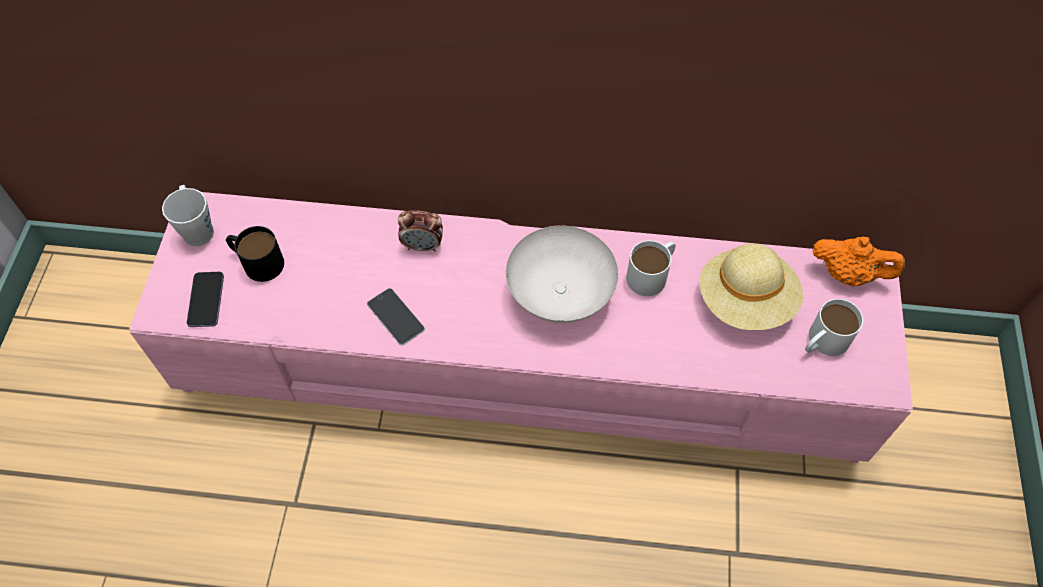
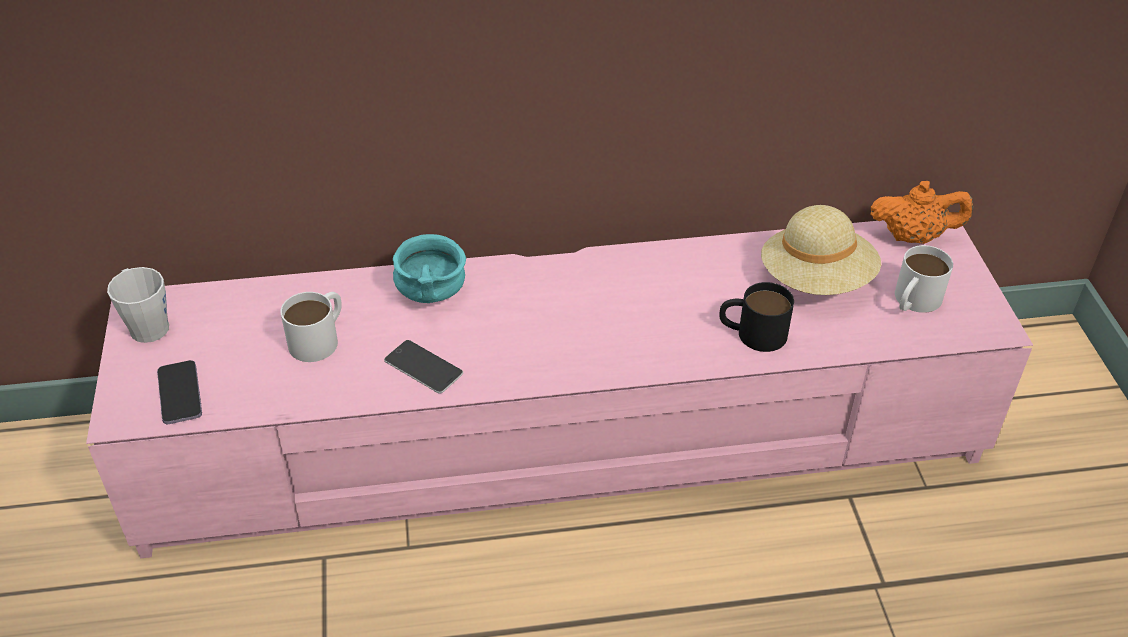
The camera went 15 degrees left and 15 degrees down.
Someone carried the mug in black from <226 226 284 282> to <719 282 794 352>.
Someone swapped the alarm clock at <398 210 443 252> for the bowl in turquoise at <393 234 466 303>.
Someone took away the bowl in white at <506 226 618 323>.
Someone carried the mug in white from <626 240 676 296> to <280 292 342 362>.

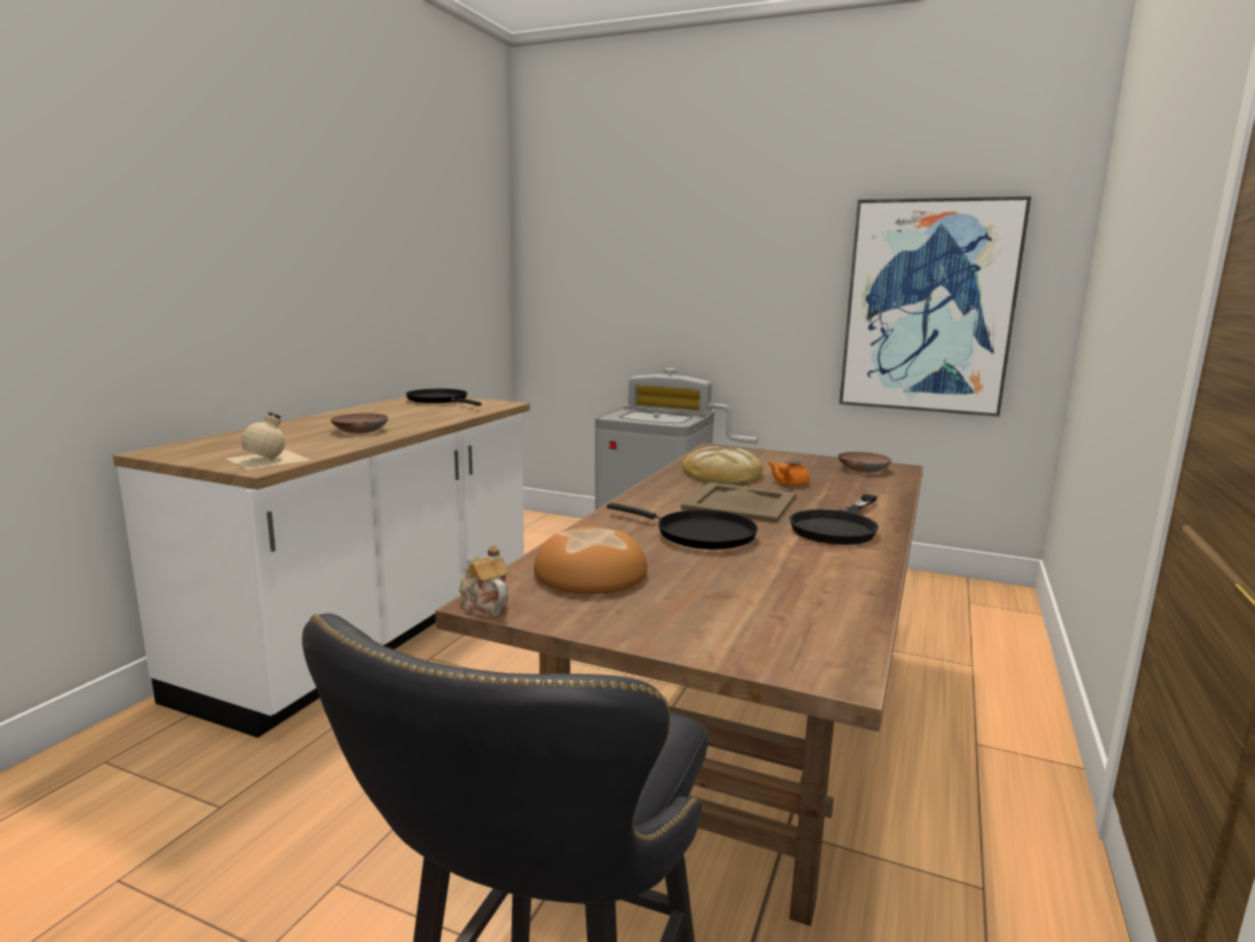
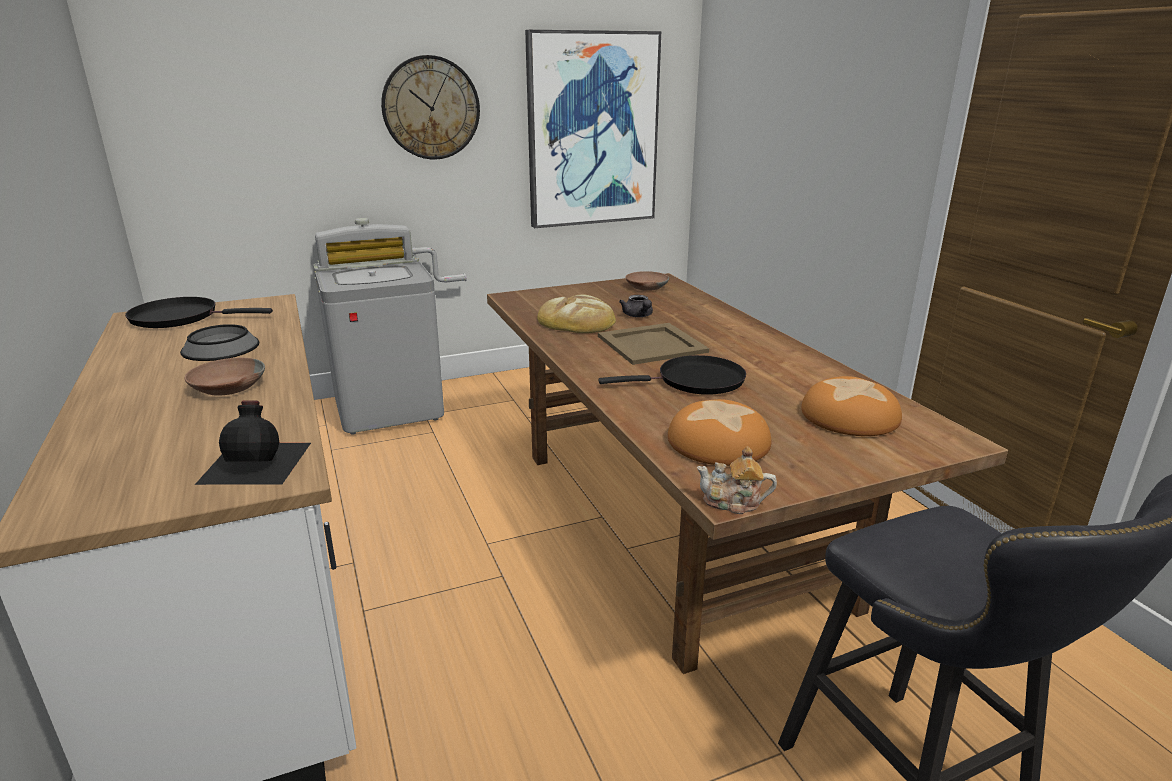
The camera went 45 degrees left and 10 degrees up.
Someone repainted the bottle in beige at <226 412 310 470>, which became the bottle in black at <195 400 311 485>.
Someone repainted the teapot in orange at <768 461 809 486>, which became the teapot in grey at <619 295 653 317>.
Someone took away the frying pan in black at <789 494 879 545>.
Someone put down the bowl at <180 324 259 361>.
Someone put up the wall clock at <381 55 480 159>.
Someone put down the bread at <801 376 902 436>.

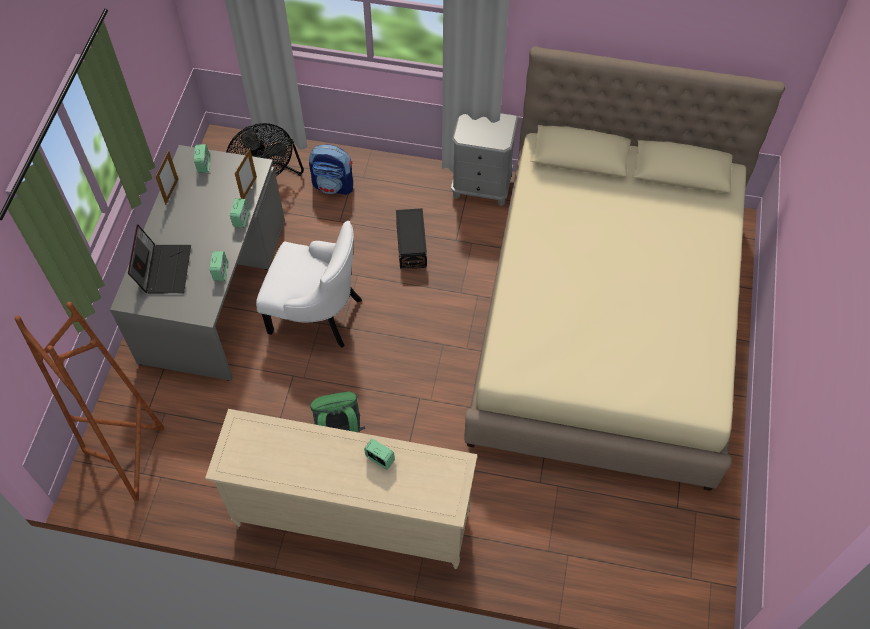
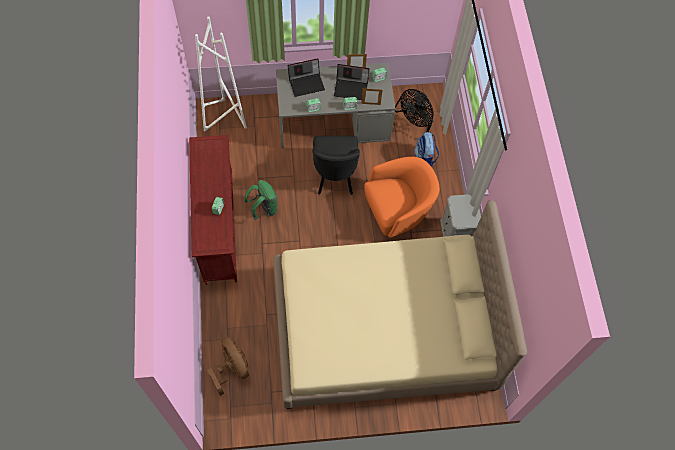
The camera went 70 degrees right and 5 degrees up.
Someone repainted the clothes rack in brown at <15 302 165 502>, which became the clothes rack in white at <195 16 247 131>.
Someone repainted the dresser in beige at <205 409 477 569>, which became the dresser in red at <189 135 237 285>.
Someone repainted the chair in white at <256 221 362 348>, which became the chair in black at <313 135 360 195>.
Someone swapped the storage box in black at <396 208 427 270> for the armchair in orange at <364 157 439 238>.
Someone put down the fan in brown at <207 337 249 396>.
Someone put down the laptop at <334 64 369 100>.

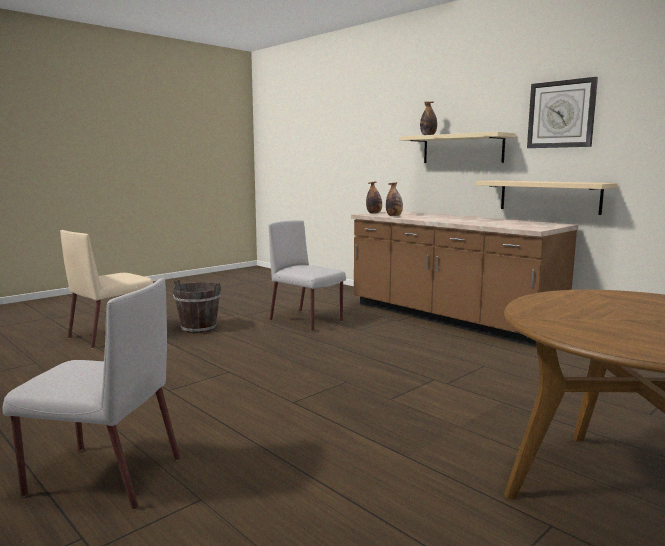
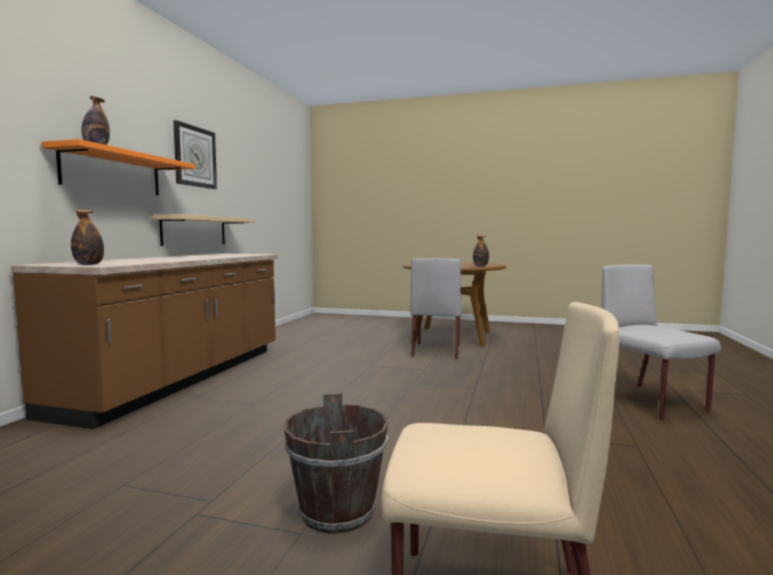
The camera went 120 degrees left and 5 degrees down.
Someone carried the chair in grey from <269 220 346 331> to <410 258 463 359>.
Someone carried the bottle from <386 182 403 216> to <473 235 489 266>.
Someone repainted the shelf in beige at <399 132 516 163>, which became the shelf in orange at <41 139 195 196>.

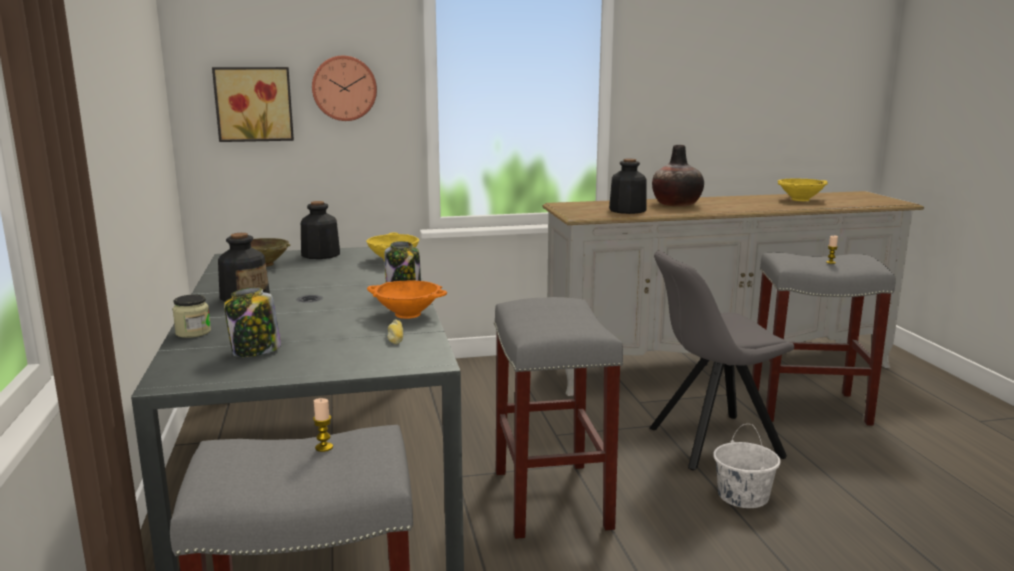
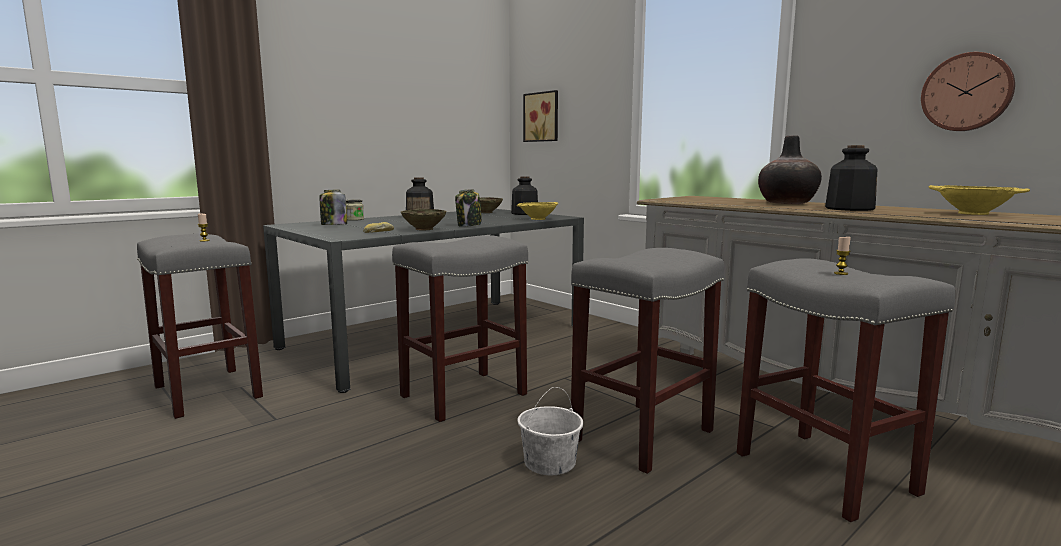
The camera went 60 degrees right and 5 degrees down.
Someone carried the wall clock from <312 56 377 121> to <921 52 1015 131>.
Someone repainted the bowl in orange at <367 280 447 319>, which became the bowl in beige at <401 209 447 230>.
Someone carried the bottle from <609 159 647 214> to <825 145 878 211>.
Someone swapped the chair in grey at <649 251 794 470> for the stool in grey at <571 248 724 474>.

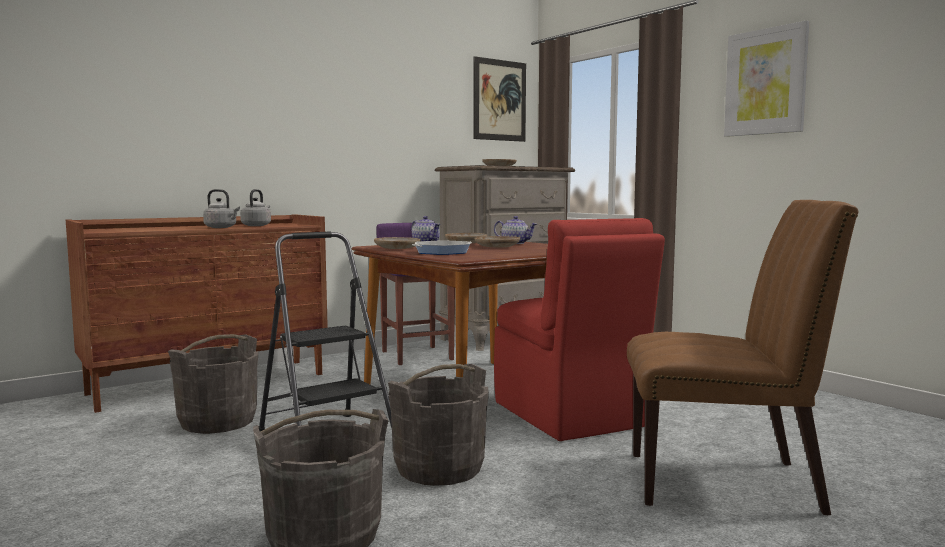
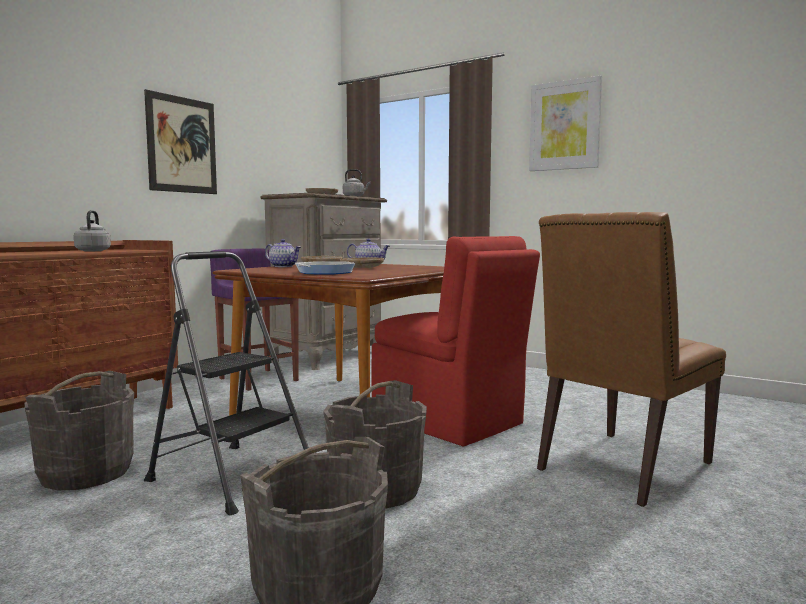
The camera went 20 degrees left and 0 degrees up.
Someone carried the kettle in grey from <203 189 240 228> to <343 169 371 196>.
Someone took away the plate in beige at <374 237 420 249>.
Someone carried the picture from <474 56 526 142> to <144 89 217 194>.
Someone rotated the chair in brown at <627 200 858 515> by 150 degrees clockwise.

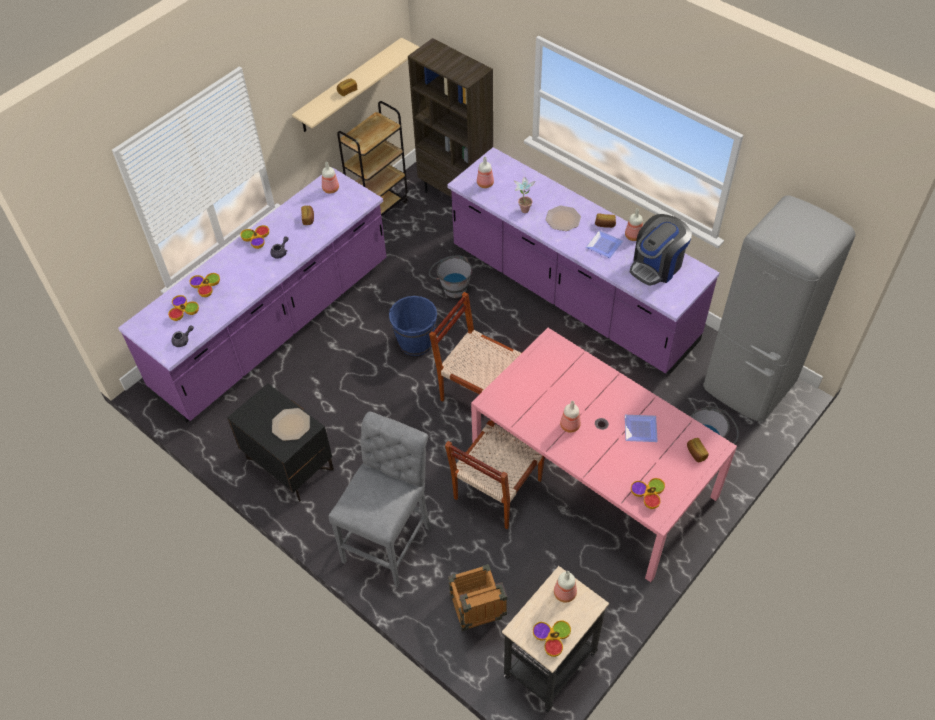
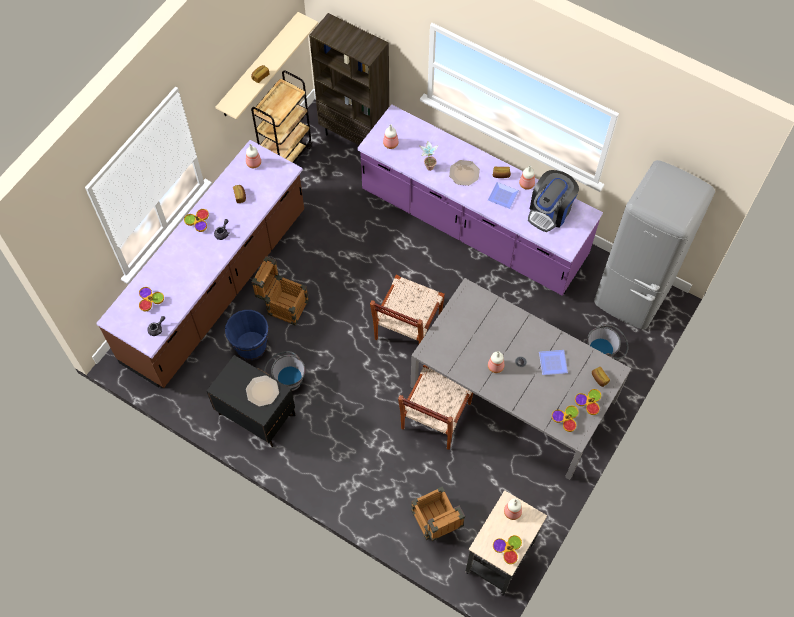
The camera went 10 degrees left and 10 degrees up.
Someone repainted the counter in purple at <118 167 386 423>, which became the counter in brown at <96 140 304 388>.
Someone carried the bowl from <189 273 220 297> to <575 389 601 415>.
Someone took away the stool in grey at <328 412 431 588>.
Someone carried the bucket in blue from <389 296 437 356> to <225 310 268 360>.
Someone carried the bucket in grey from <429 256 473 298> to <264 351 306 391>.
Someone rotated the chair at <429 292 521 424> by 90 degrees counterclockwise.
Someone repainted the dining table in pink at <471 328 737 582>, which became the dining table in grey at <410 278 631 480>.
Someone put down the crate at <252 256 309 326>.

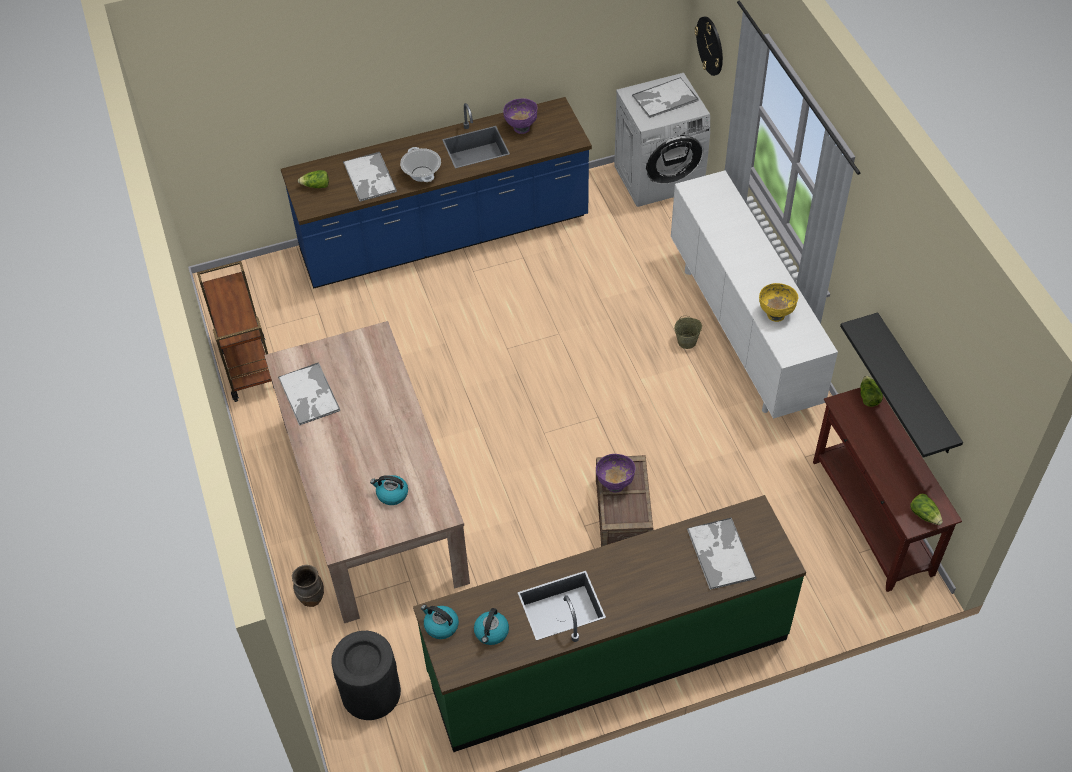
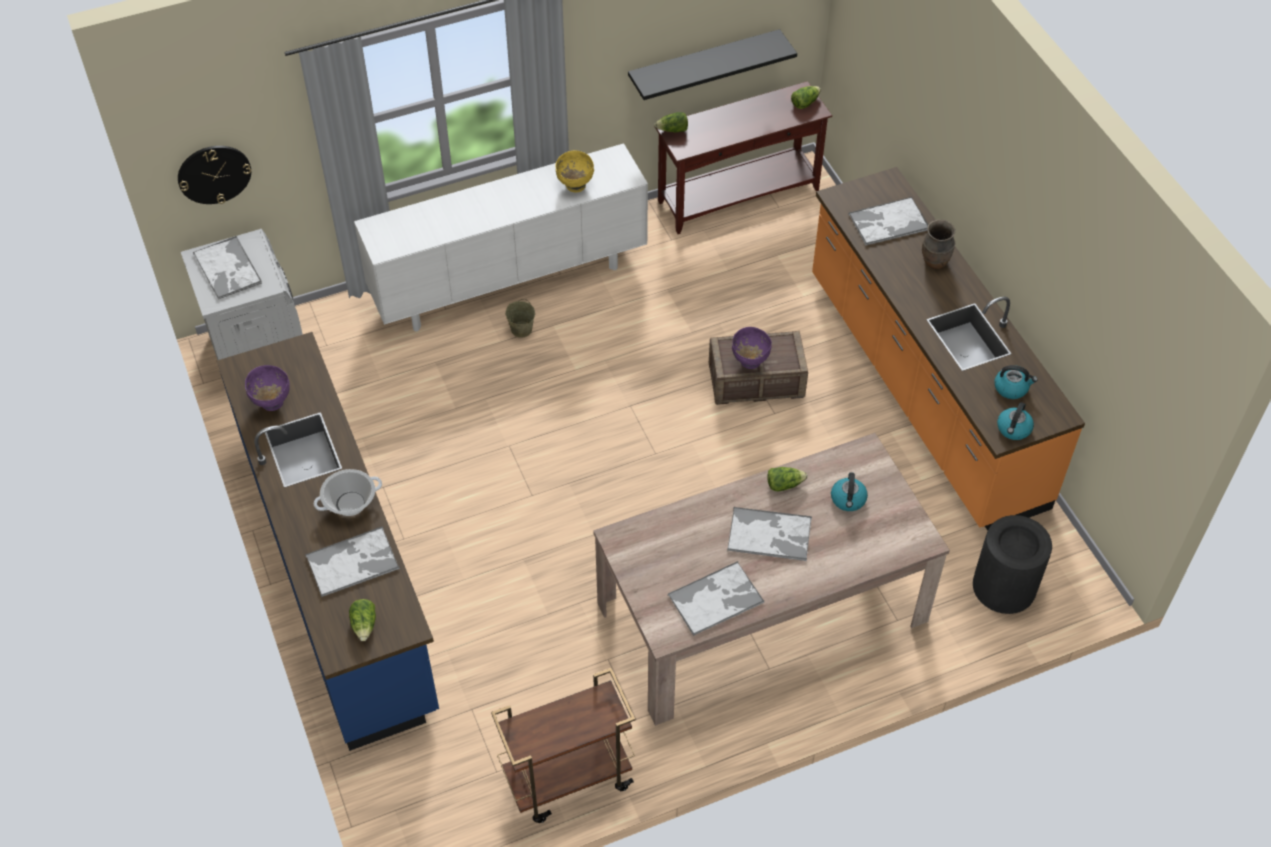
The camera went 95 degrees left and 0 degrees up.
Someone carried the vase in brown from <292 565 324 607> to <922 220 955 269>.
Someone repainted the counter in green at <413 495 806 752>, which became the counter in orange at <812 167 1085 530>.
Someone put down the tray at <727 507 812 561>.
Someone put down the lettuce at <767 467 808 491>.

